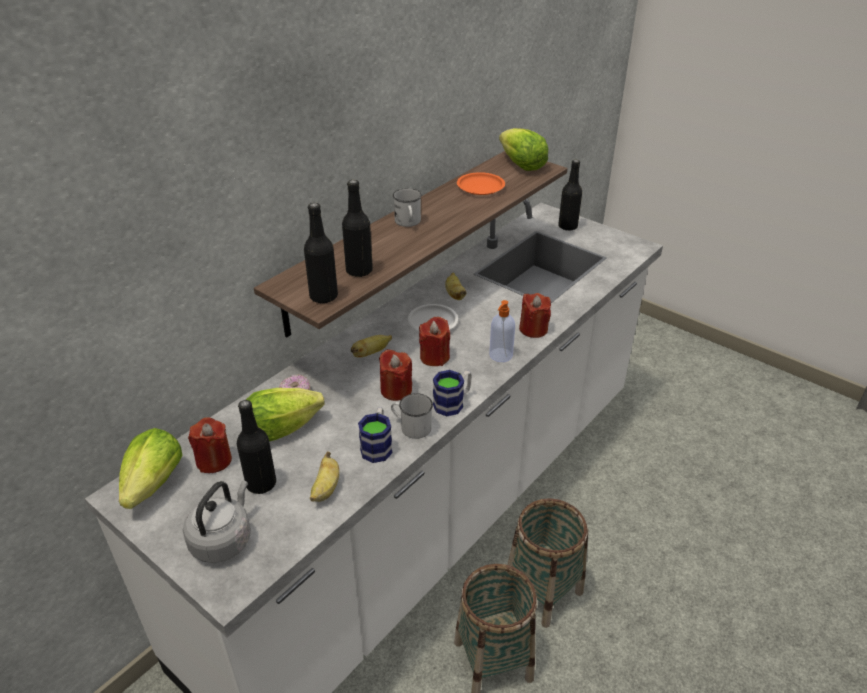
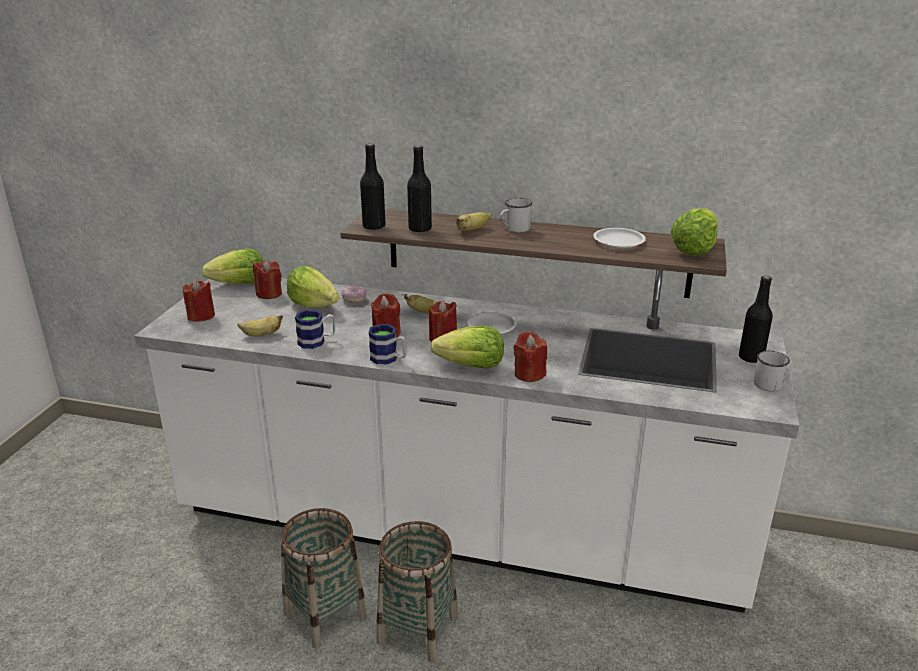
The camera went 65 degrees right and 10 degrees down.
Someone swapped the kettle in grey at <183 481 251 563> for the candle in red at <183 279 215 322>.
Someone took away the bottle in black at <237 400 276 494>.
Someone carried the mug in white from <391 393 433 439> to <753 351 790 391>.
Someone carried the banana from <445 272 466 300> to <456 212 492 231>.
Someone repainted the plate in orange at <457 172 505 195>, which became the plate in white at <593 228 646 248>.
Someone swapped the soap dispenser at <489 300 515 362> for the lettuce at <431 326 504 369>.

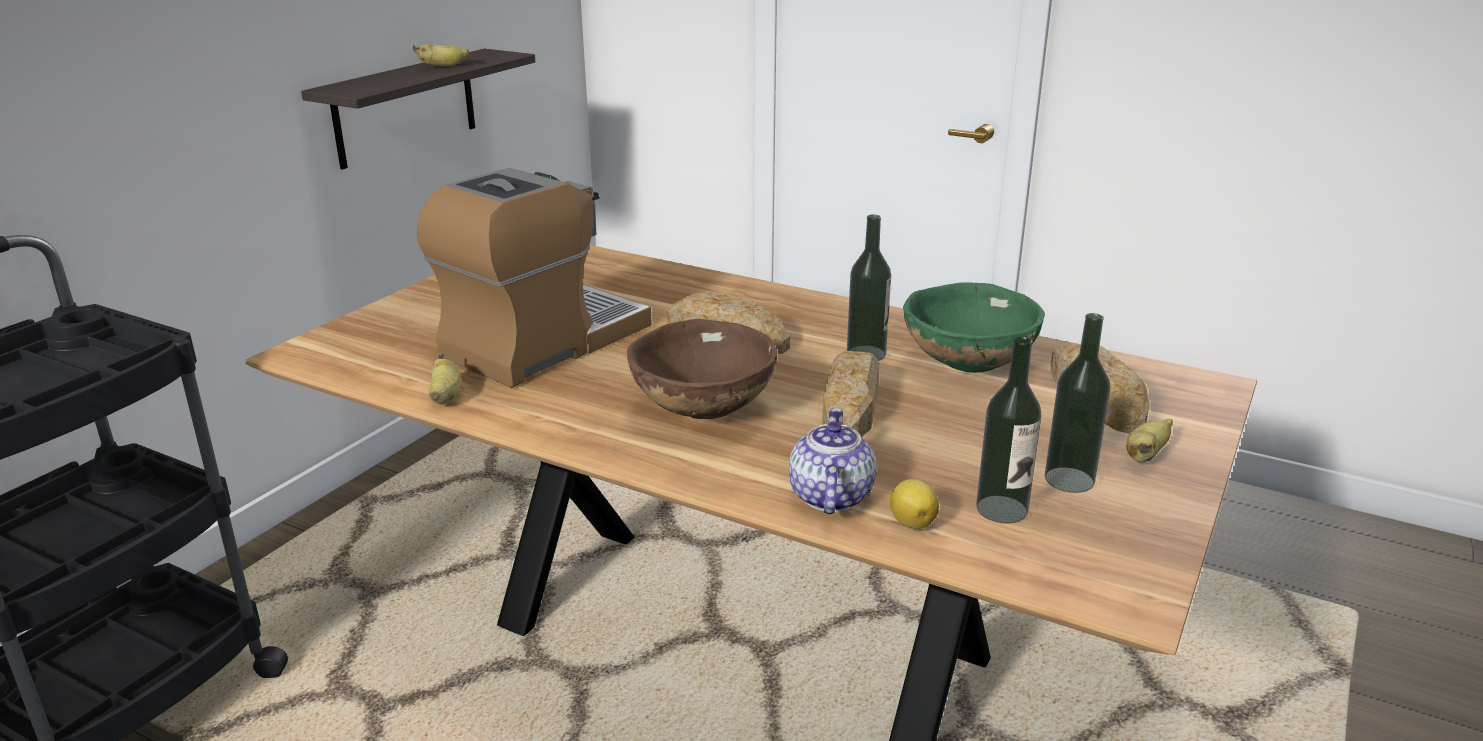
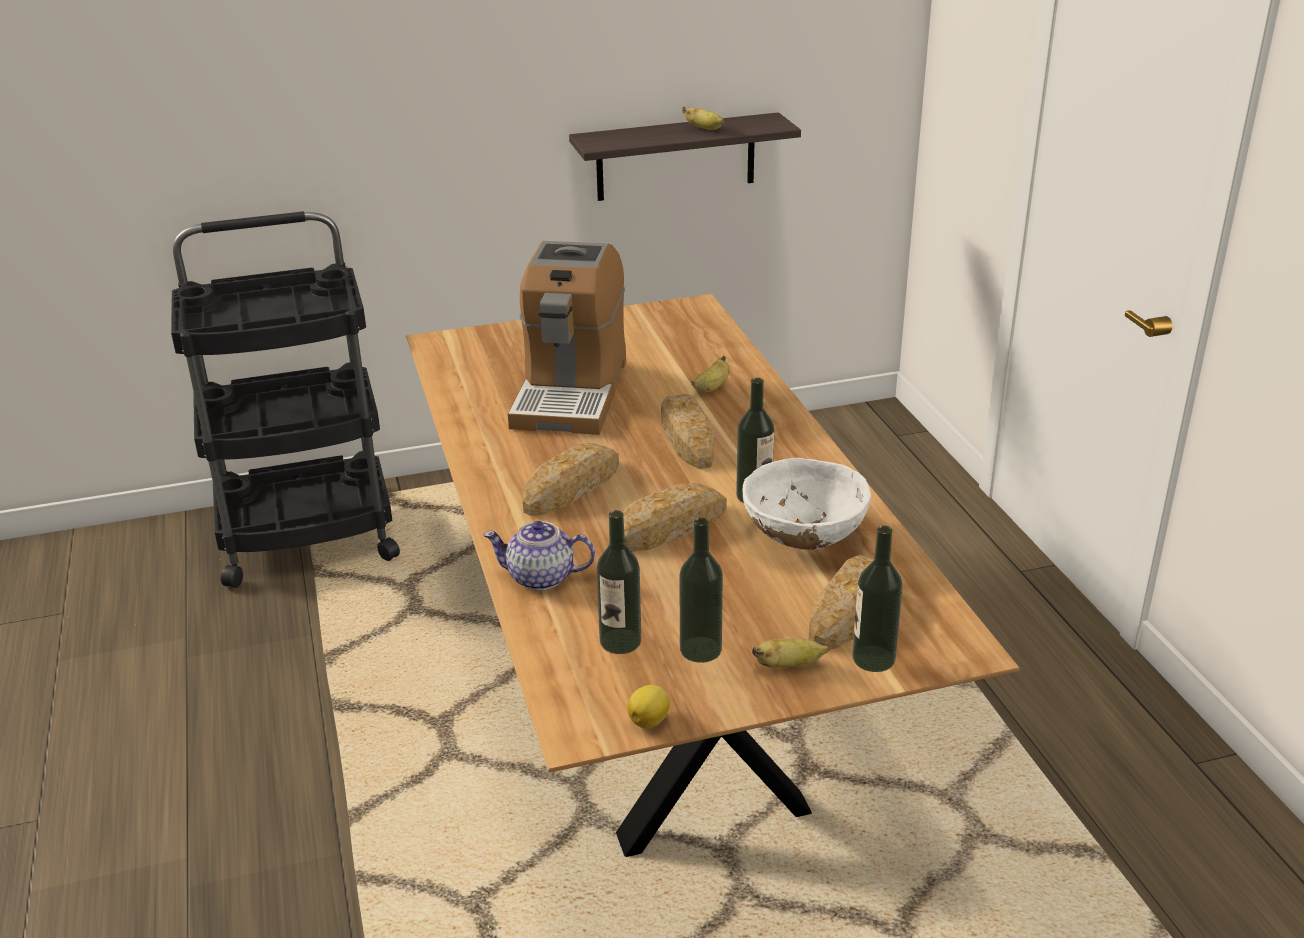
The camera went 45 degrees right and 5 degrees up.
Someone rotated the coffee machine at <417 168 652 388> by 105 degrees clockwise.
Someone carried the banana from <428 353 461 404> to <692 356 730 392>.
Someone swapped the bowl in brown at <627 319 777 419> for the bread at <522 443 619 516>.
Someone rotated the teapot at <789 408 877 514> by 135 degrees counterclockwise.
Someone carried the lemon from <890 479 939 529> to <628 685 670 729>.
Someone repainted the bowl in green at <903 282 1045 373>, which became the bowl in white at <743 458 871 550>.
Someone put down the bottle at <852 526 903 672>.

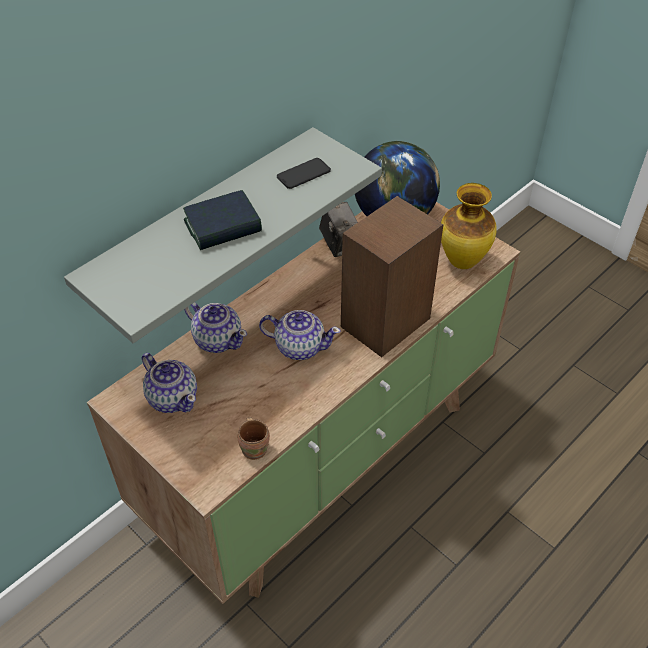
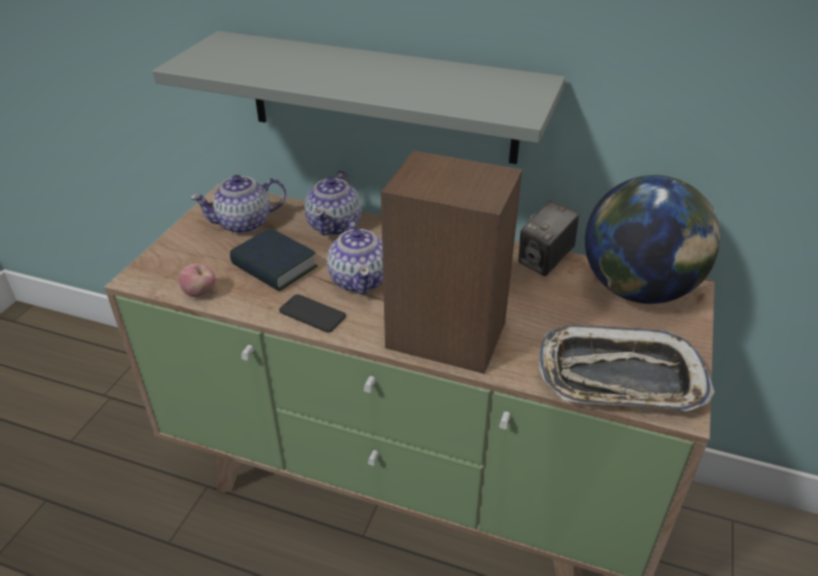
The camera went 65 degrees right and 10 degrees down.
Someone rotated the teapot at <141 353 197 413> by 45 degrees clockwise.
Someone carried the book from <183 190 262 250> to <230 228 318 291>.
Someone swapped the mug in brown at <238 417 270 460> for the apple at <179 263 215 297>.
Someone carried the phone from <277 158 331 189> to <279 294 346 333>.
Someone swapped the vase at <441 183 497 269> for the tray at <538 325 715 411>.

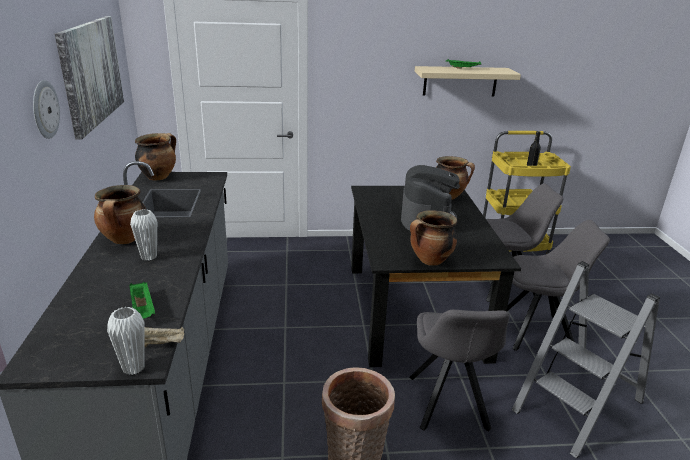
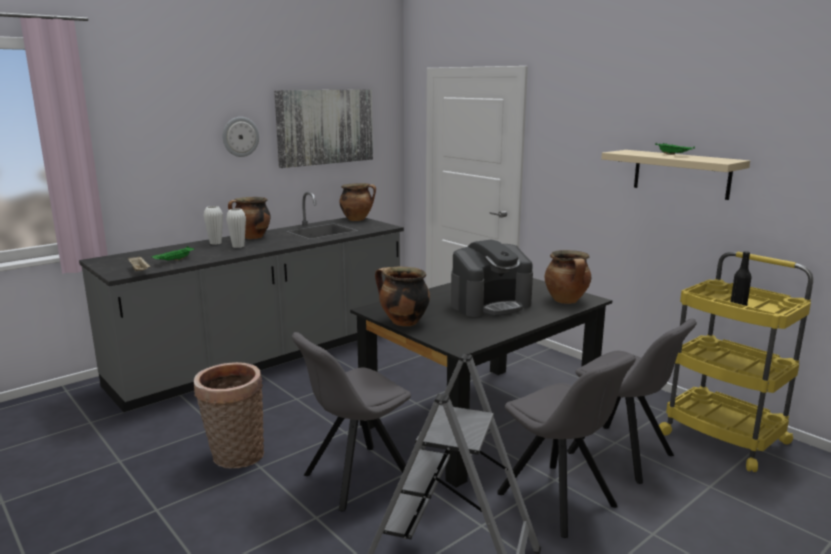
The camera went 55 degrees right and 10 degrees down.
Someone carried the vase in white from <107 307 145 375> to <203 206 223 245>.

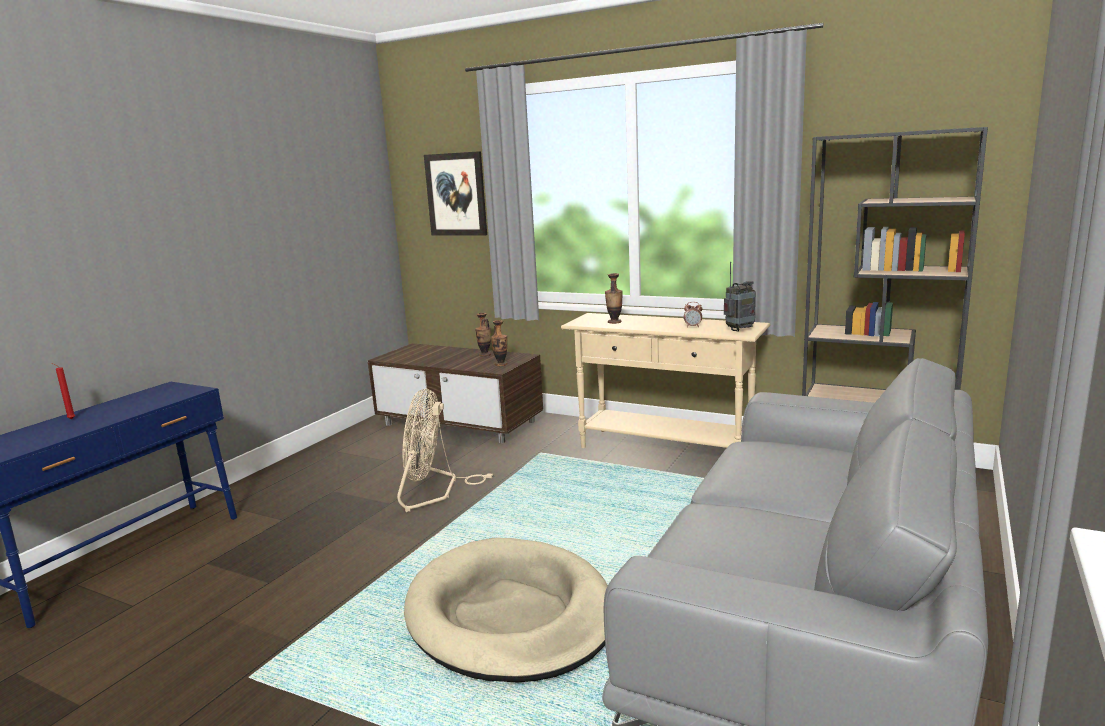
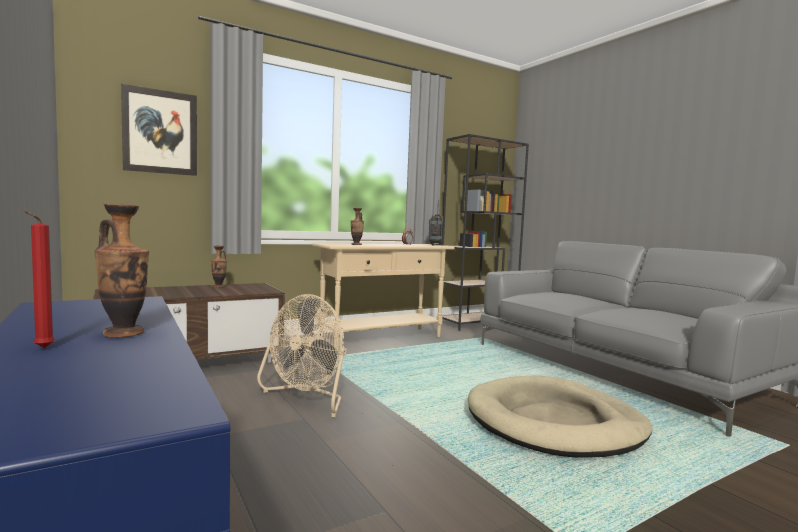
The camera went 60 degrees left and 10 degrees down.
Someone carried the vase from <491 320 507 366> to <94 204 149 337>.

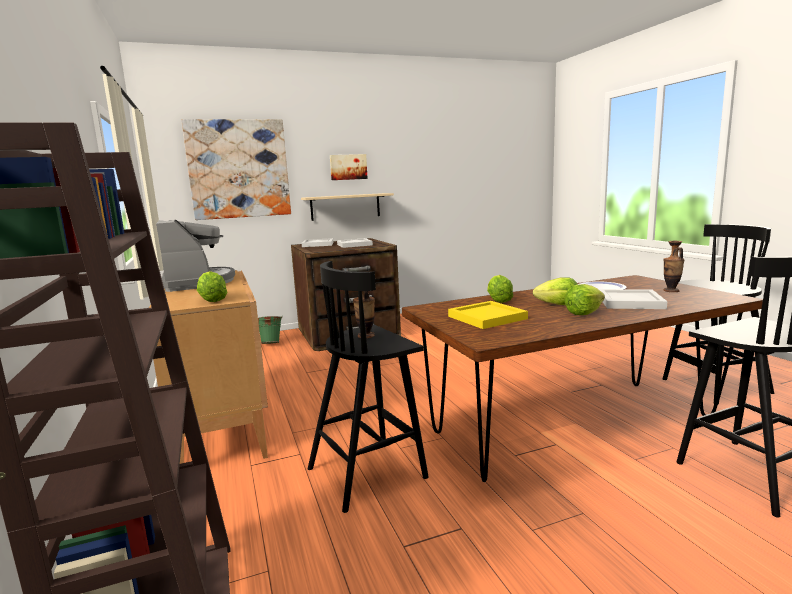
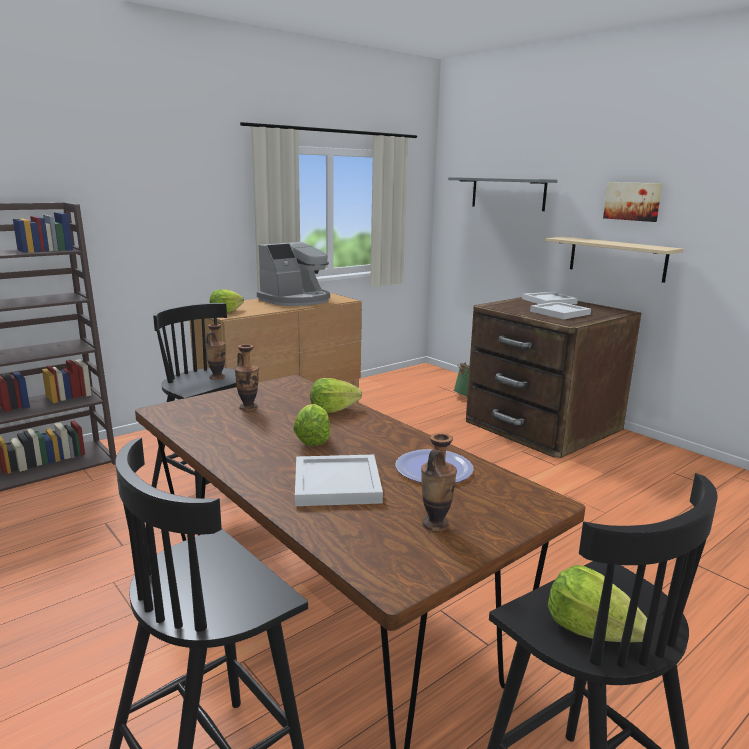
The camera went 70 degrees right and 5 degrees up.
Someone swapped the picture at <181 119 291 220> for the shelf in grey at <448 177 558 211>.
Someone swapped the tray in yellow at <448 301 528 329> for the vase at <235 344 259 411>.
Someone carried the lettuce from <565 284 605 315> to <548 565 647 642>.

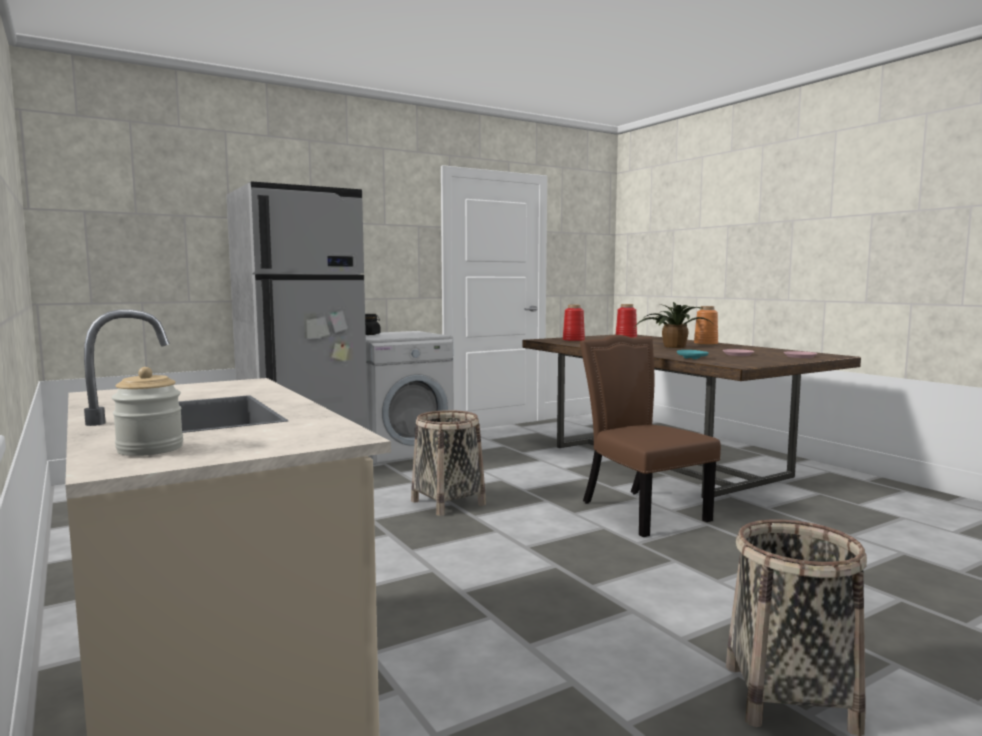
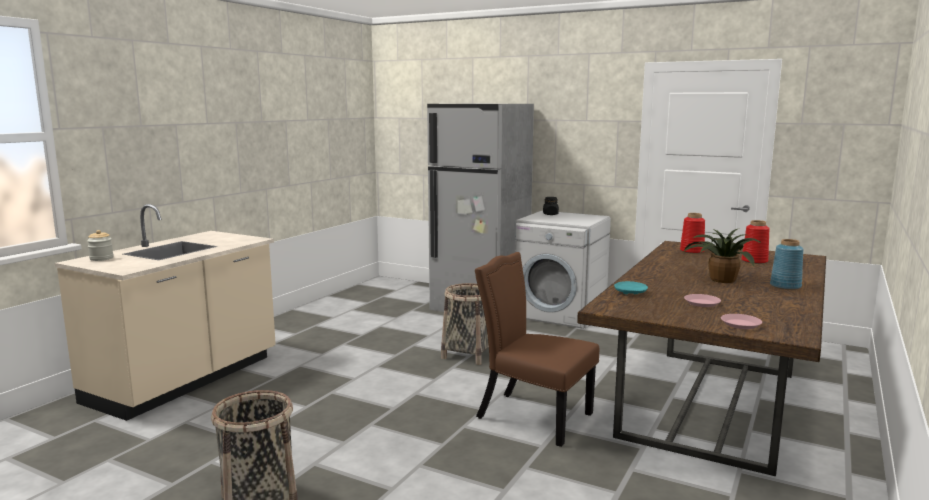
The camera went 60 degrees right and 5 degrees up.
Someone rotated the chair in brown at <580 335 721 537> by 90 degrees counterclockwise.
Someone repainted the vase in orange at <694 306 718 345>, which became the vase in blue at <770 239 804 290>.

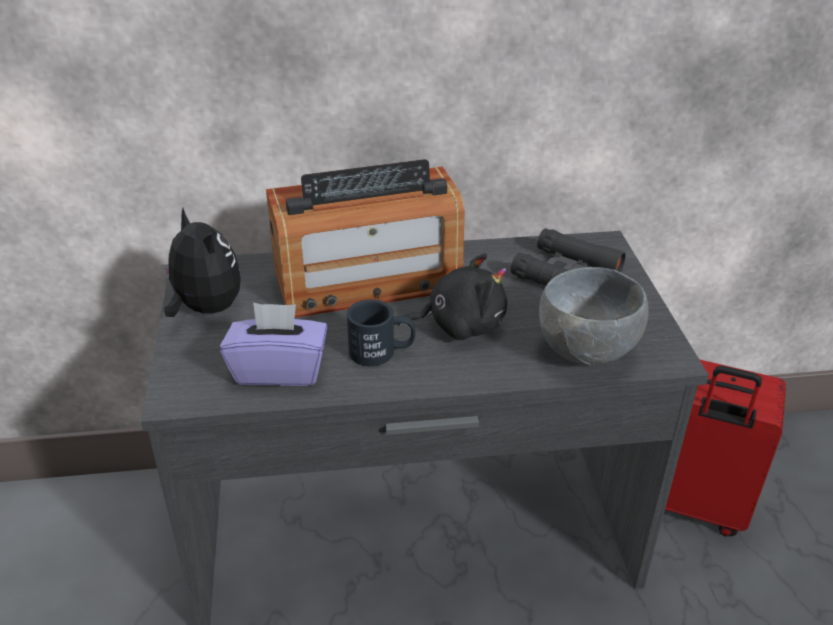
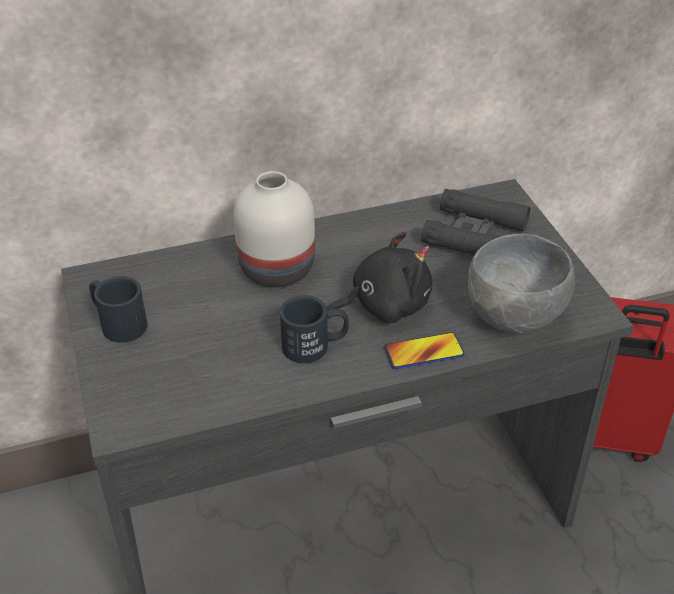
The camera went 10 degrees left and 5 degrees up.
Someone swapped the plush toy at <161 208 241 317> for the mug in black at <89 276 147 343>.
Someone took away the tissue box in purple at <220 302 327 386>.
Someone swapped the radio at <266 159 465 318> for the vase in white at <233 171 315 287>.
Someone put down the phone at <384 332 465 369>.

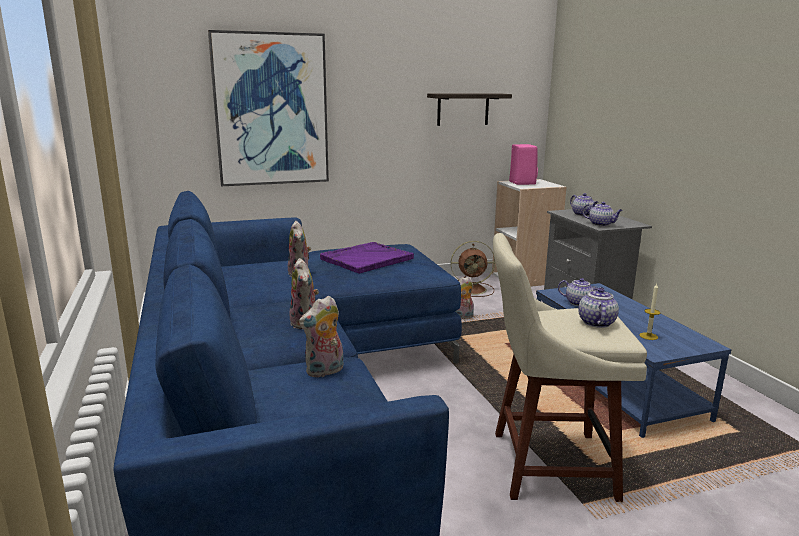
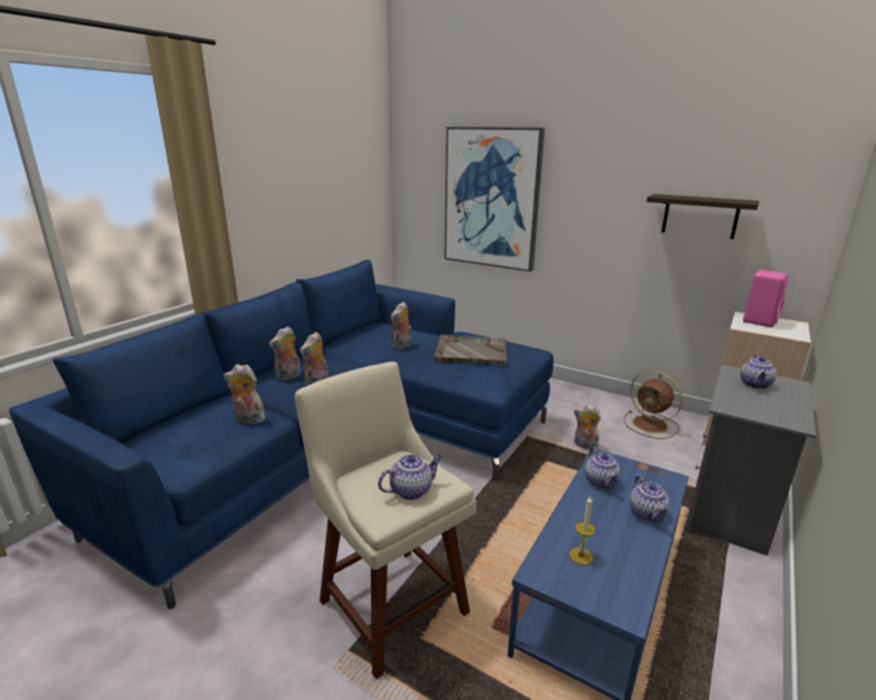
The camera went 50 degrees right and 5 degrees up.
Someone repainted the tray in purple at <320 242 414 274>, which became the tray in grey at <434 335 507 366>.
Someone carried the teapot from <582 202 623 226> to <630 475 670 523>.
Someone put down the plush toy at <269 326 301 381>.

